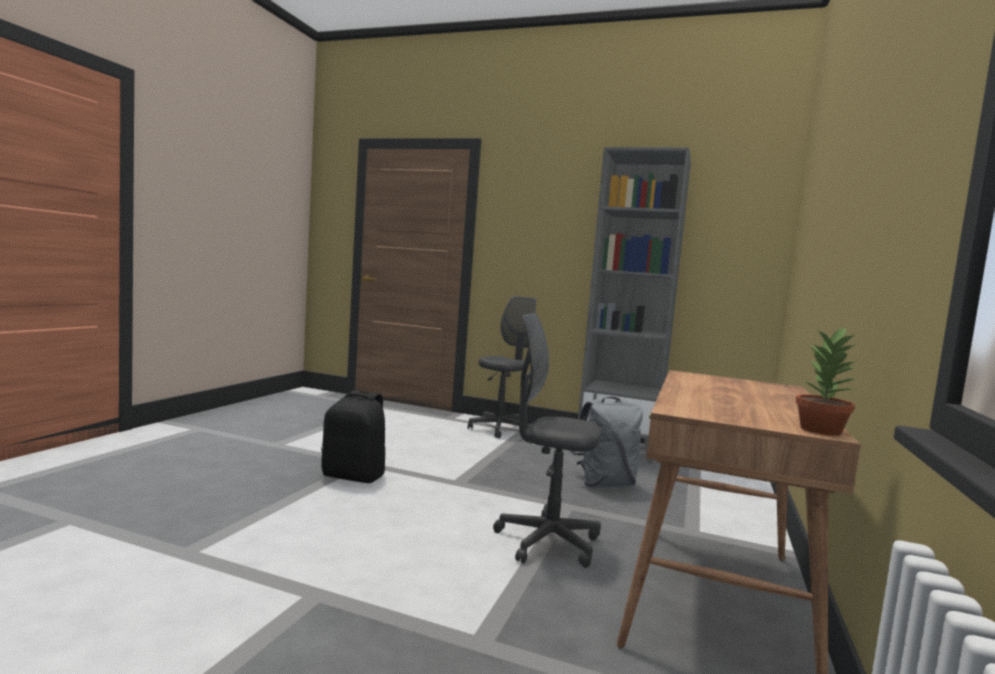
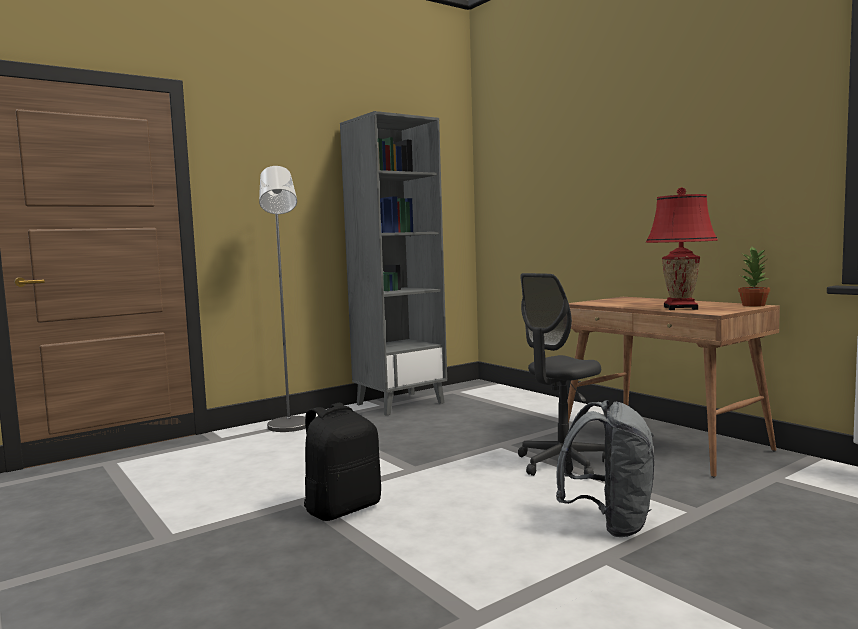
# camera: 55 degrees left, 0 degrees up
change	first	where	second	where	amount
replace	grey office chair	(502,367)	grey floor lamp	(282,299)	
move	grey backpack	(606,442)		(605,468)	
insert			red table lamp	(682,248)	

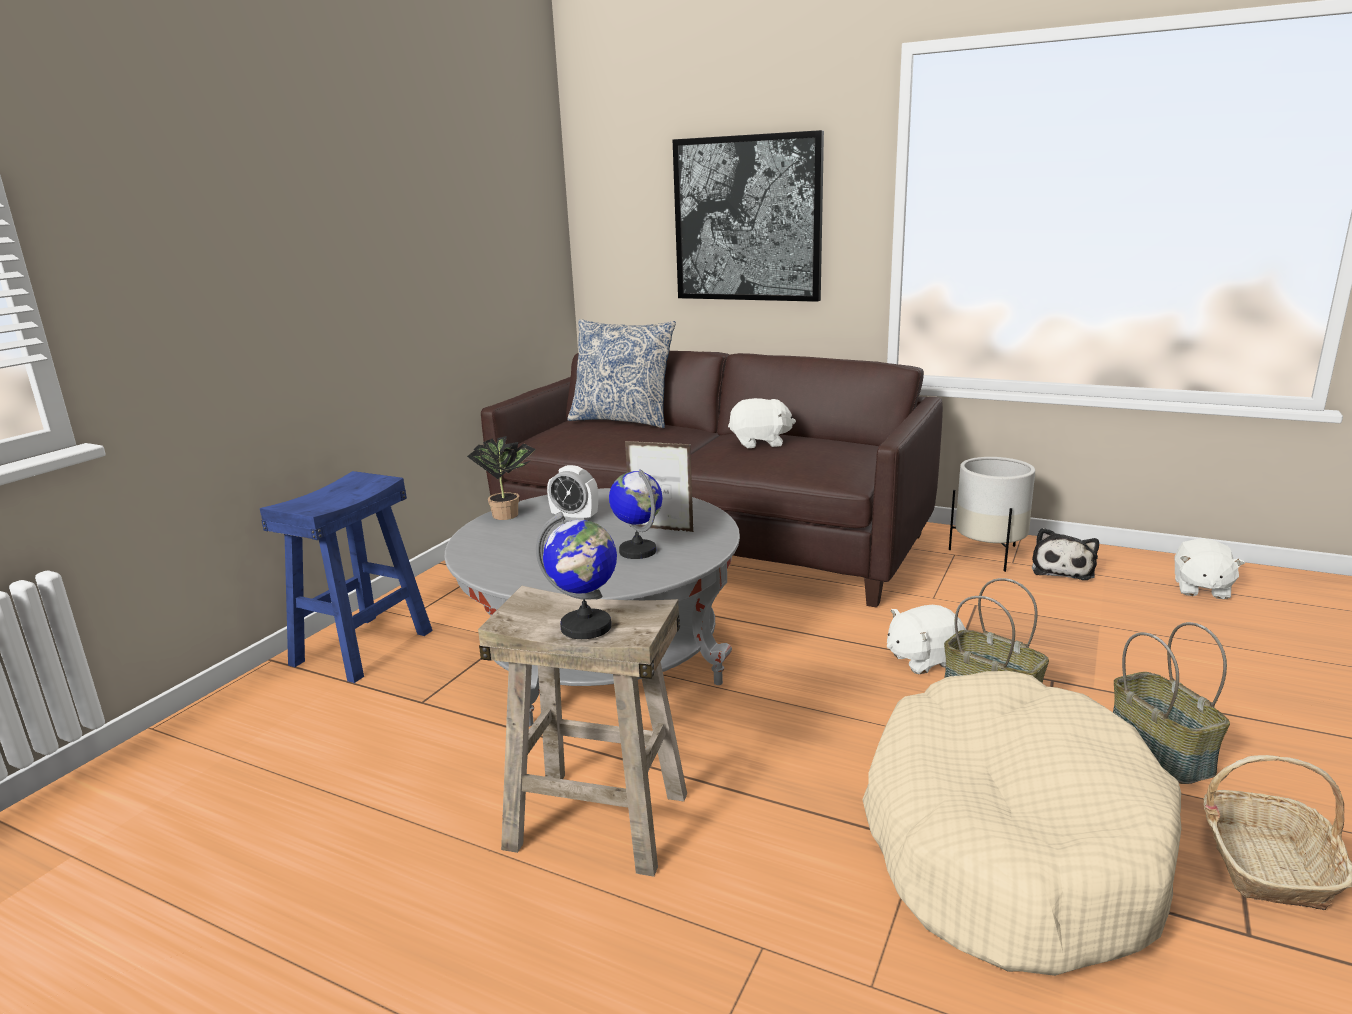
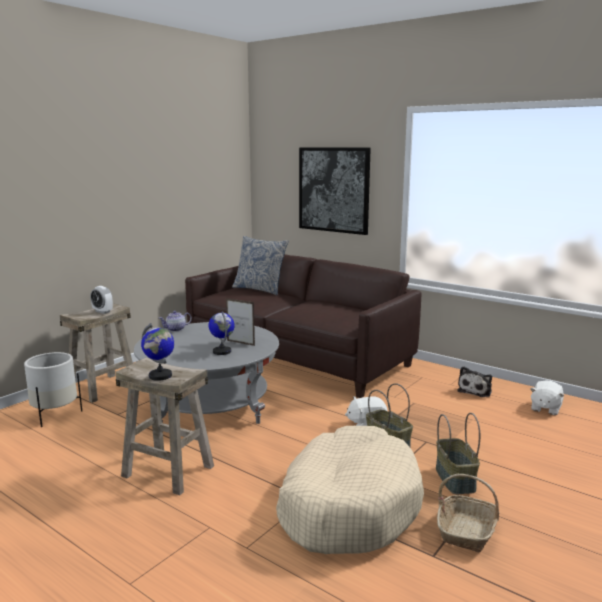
# camera: 10 degrees right, 5 degrees down
change	first	where	second	where	amount
recolor	blue stool	(346,577)	beige stool	(96,353)	
replace	potted plant	(501,478)	teapot	(175,321)	
move	alarm clock	(572,493)		(101,300)	
delete	white plush toy	(762,423)			
move	white planter	(992,514)		(53,389)	

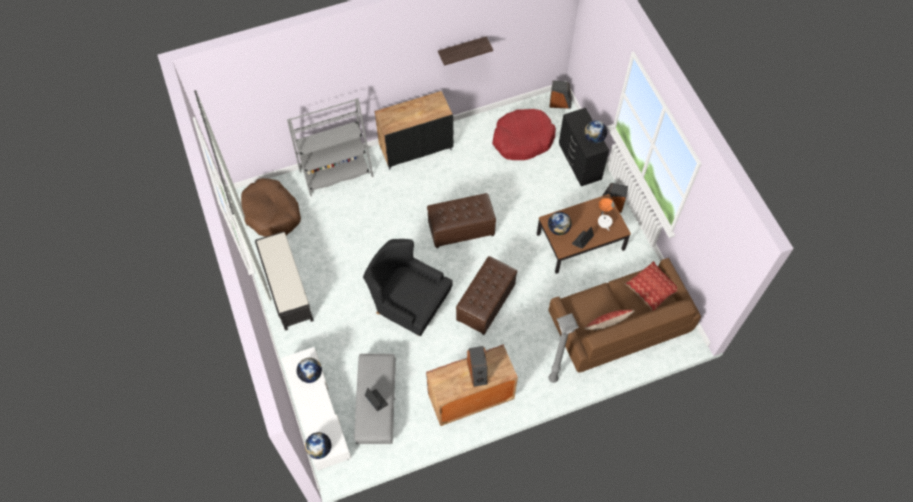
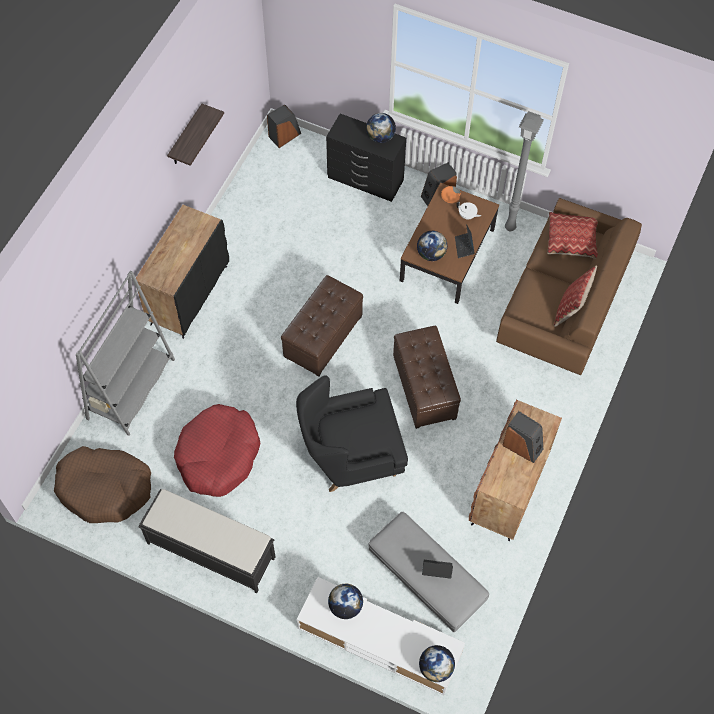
# camera: 45 degrees left, 0 degrees up
change	first	where	second	where	amount
move	red dog bed	(524,134)		(217,450)	
move	grey floor lamp	(563,348)		(524,171)	

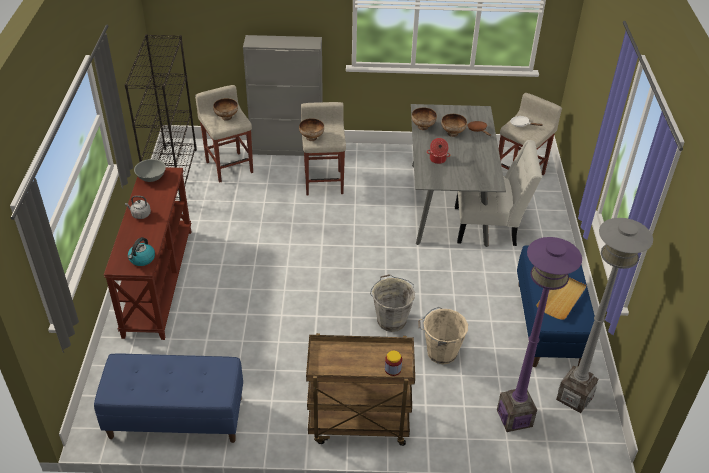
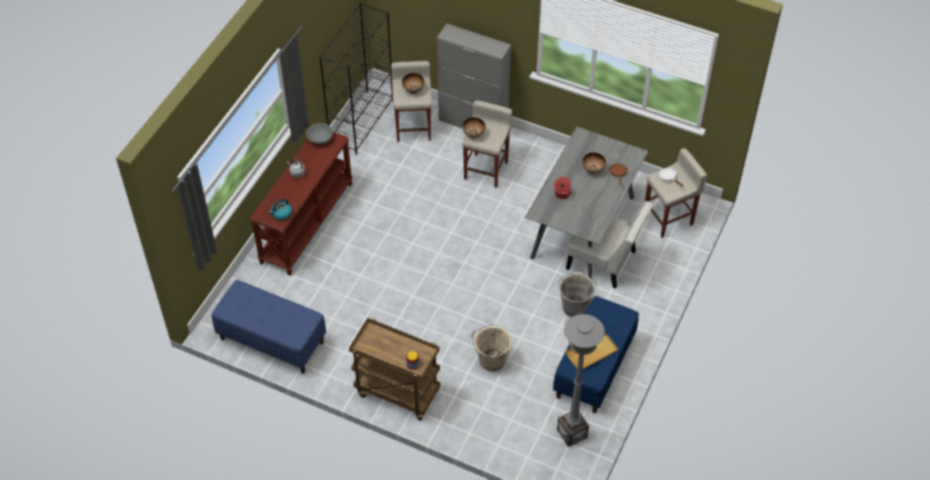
# camera: 25 degrees right, 10 degrees up
change	first	where	second	where	amount
move	grey bucket	(392,303)		(577,293)	
delete	bowl	(424,118)			
delete	purple floor lamp	(539,334)			

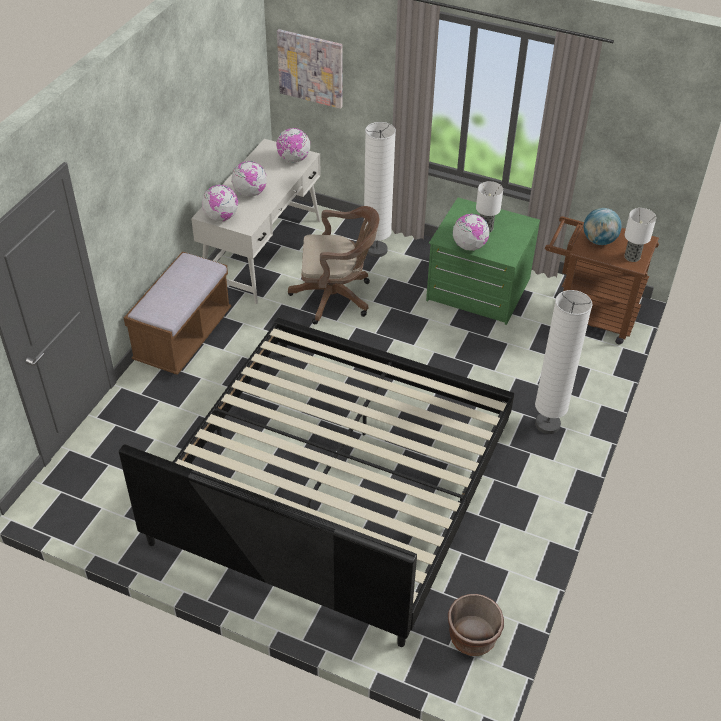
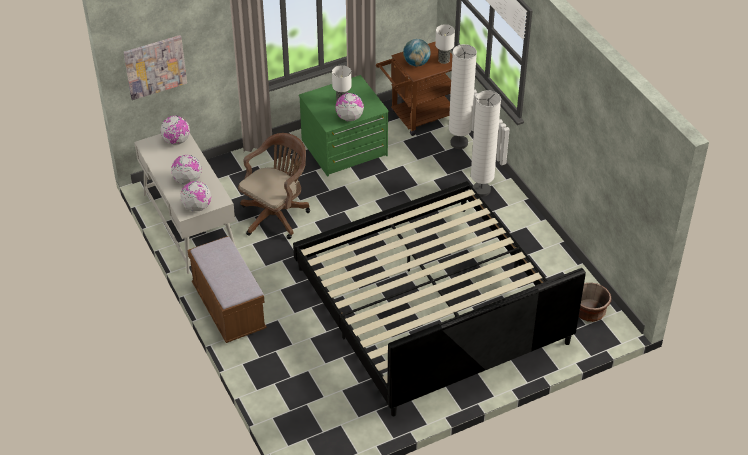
# camera: 50 degrees left, 0 degrees up
change	first	where	second	where	amount
move	white floor lamp	(380,189)		(463,96)	

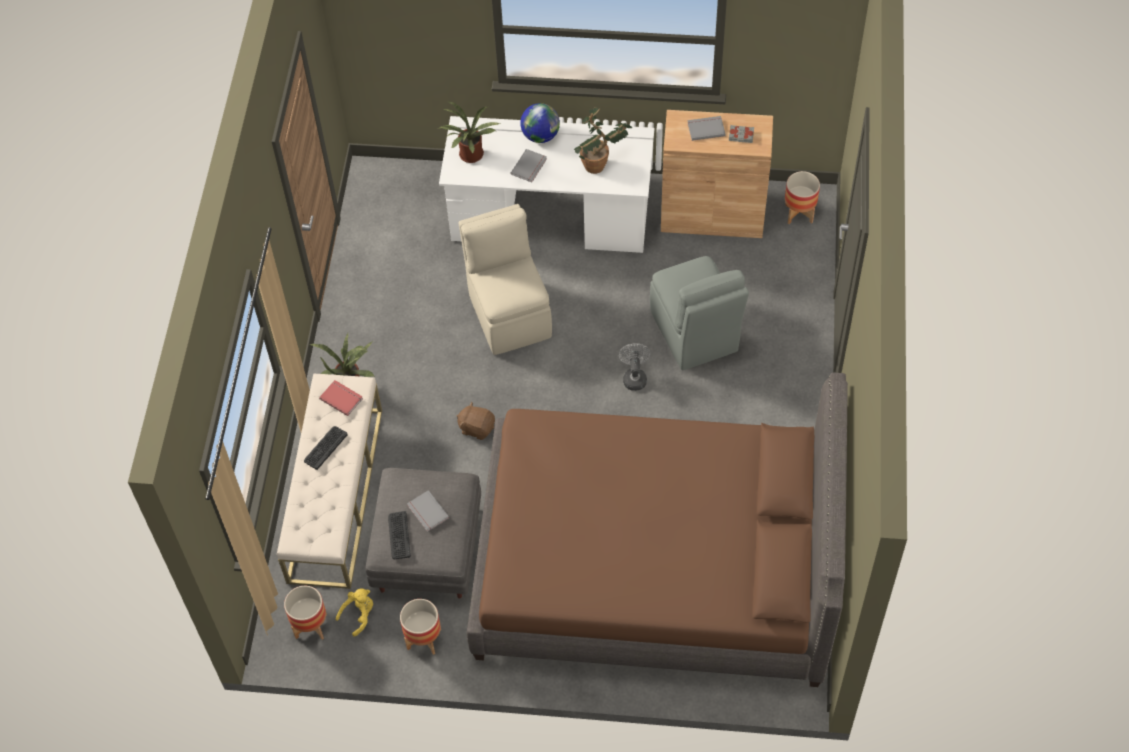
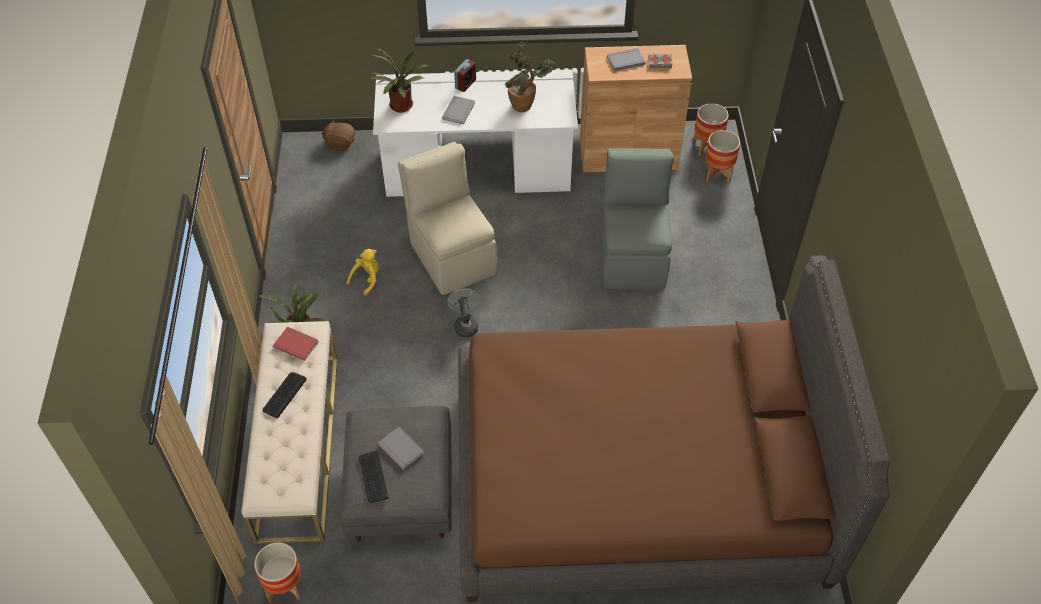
# camera: 10 degrees left, 5 degrees down
change	first	where	second	where	amount
move	yellow plush toy	(354,613)		(363,272)	
move	planter	(420,627)		(722,156)	
move	brown plush toy	(475,420)		(338,135)	
replace	globe	(540,123)	alarm clock	(465,75)	
move	grey fan	(634,367)		(463,313)	
rotate	grey chair	(699,313)		(637,219)	150 degrees counterclockwise

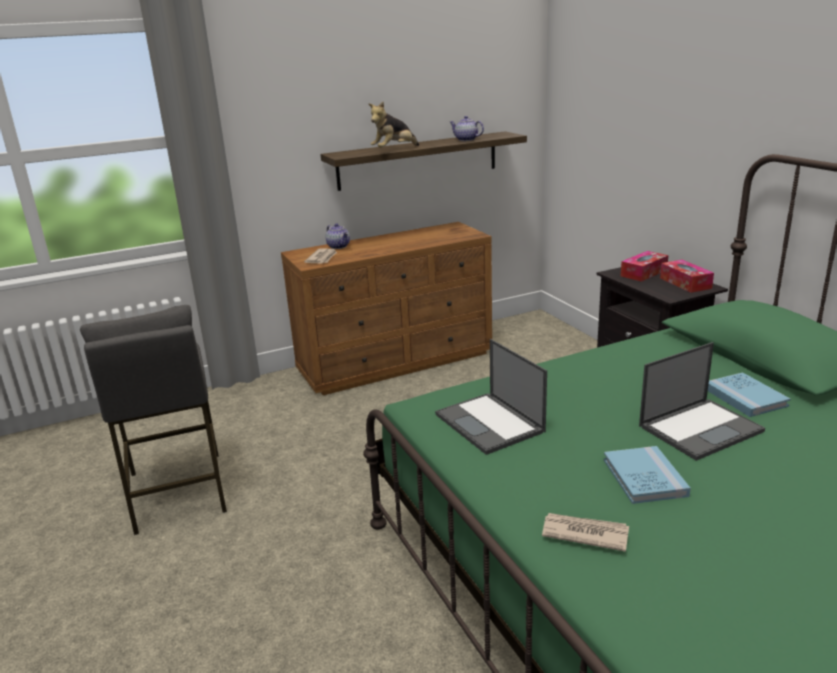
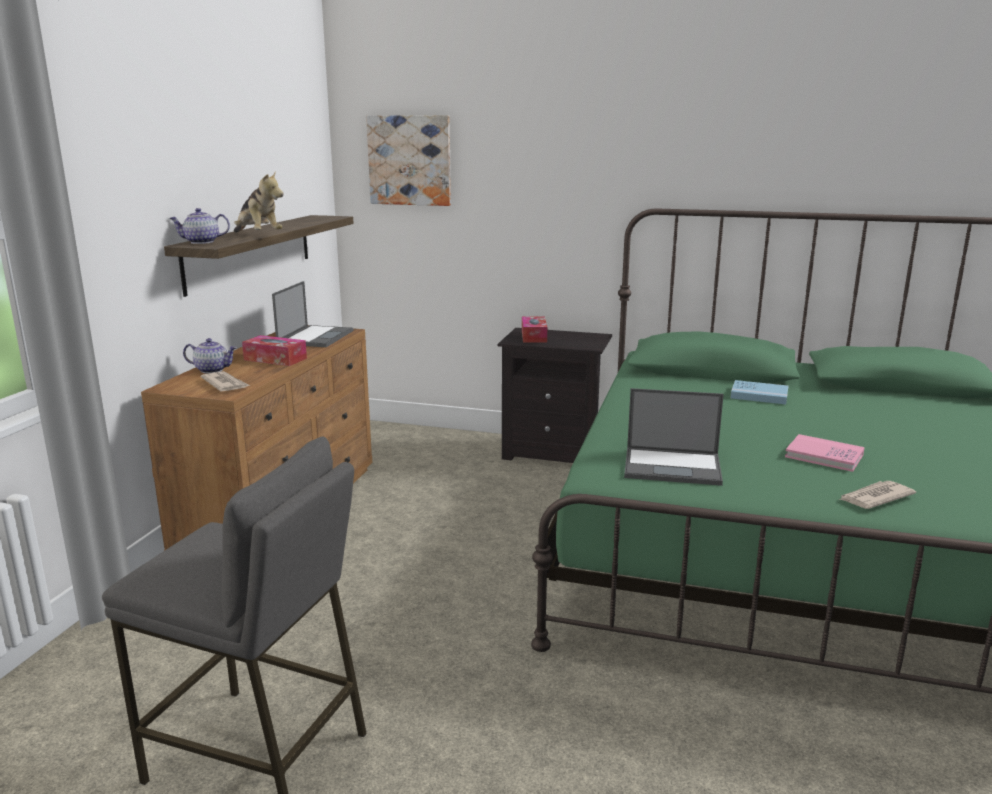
# camera: 50 degrees left, 5 degrees down
change	first	where	second	where	amount
rotate	plush toy	(393,125)		(258,202)	45 degrees counterclockwise
move	teapot	(467,128)		(199,226)	
recolor	blue book	(647,475)	pink book	(825,453)	
move	laptop	(702,401)		(312,314)	
move	tissue box	(687,276)		(274,350)	
insert			picture	(408,160)	

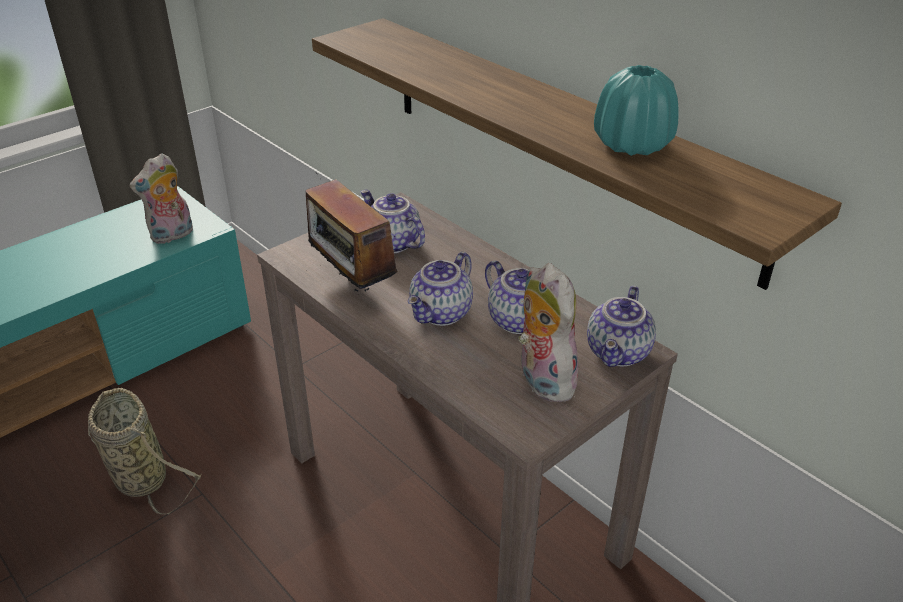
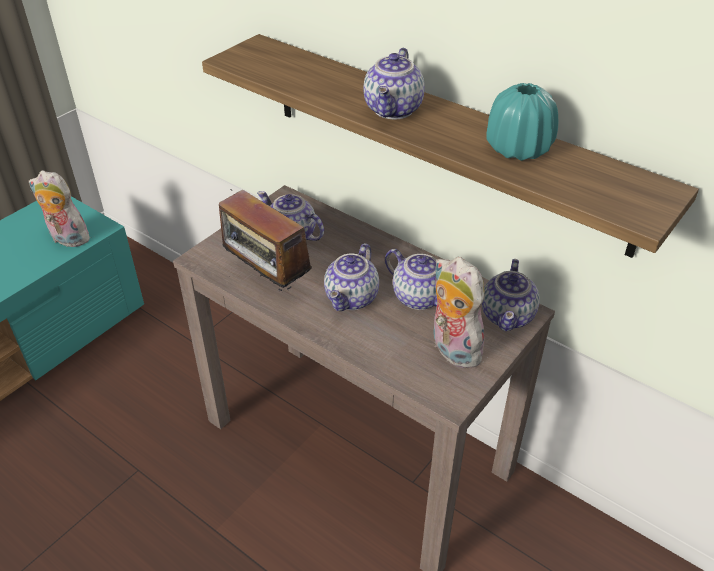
# camera: 10 degrees left, 5 degrees up
change	first	where	second	where	amount
delete	basket	(144,451)			
rotate	plush toy	(161,198)		(59,208)	75 degrees clockwise
insert			teapot	(394,83)	

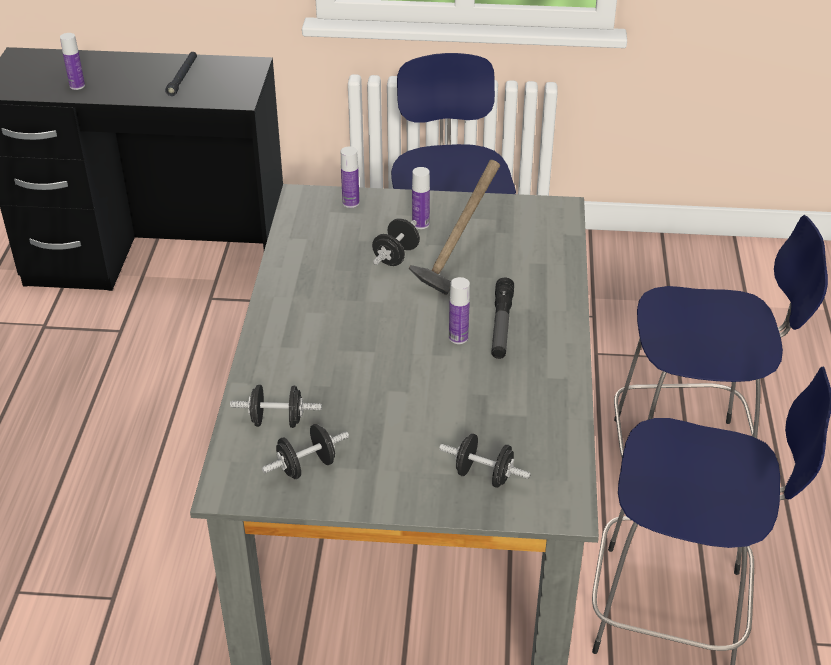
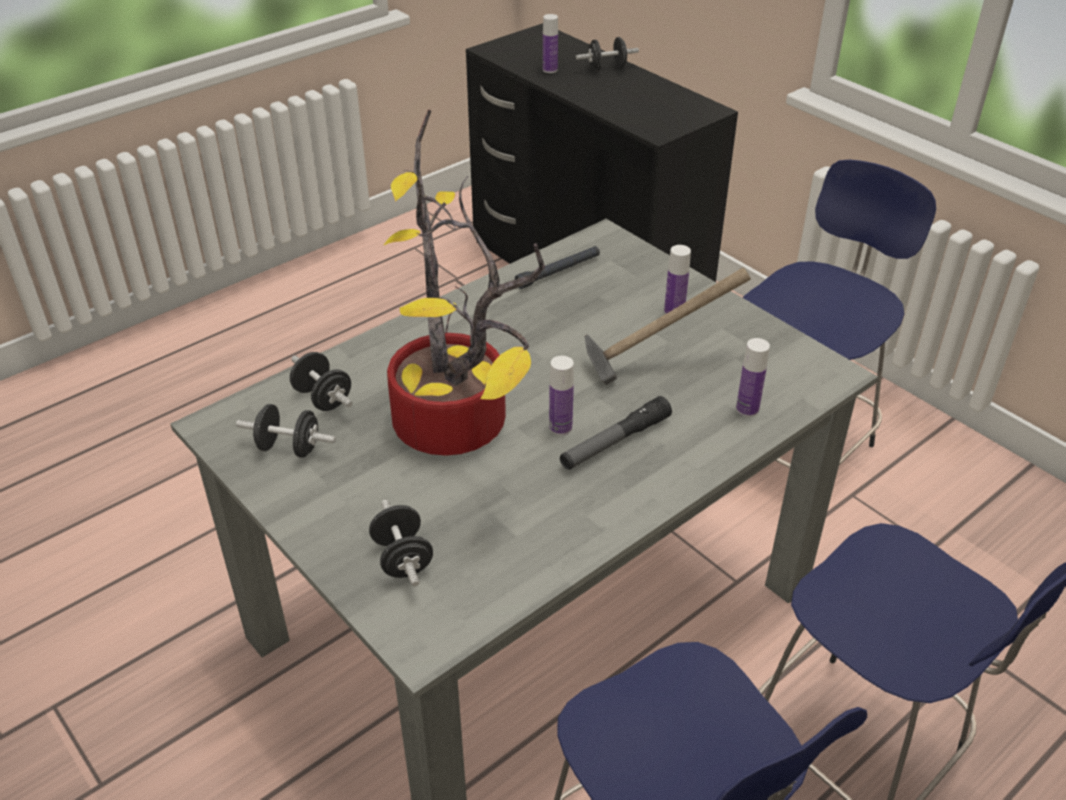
# camera: 45 degrees right, 0 degrees up
change	first	where	second	where	amount
move	black flashlight	(181,74)		(557,267)	
move	bottle	(350,177)		(753,377)	
move	black dumbbell	(396,242)		(607,54)	
insert			potted plant	(464,283)	

